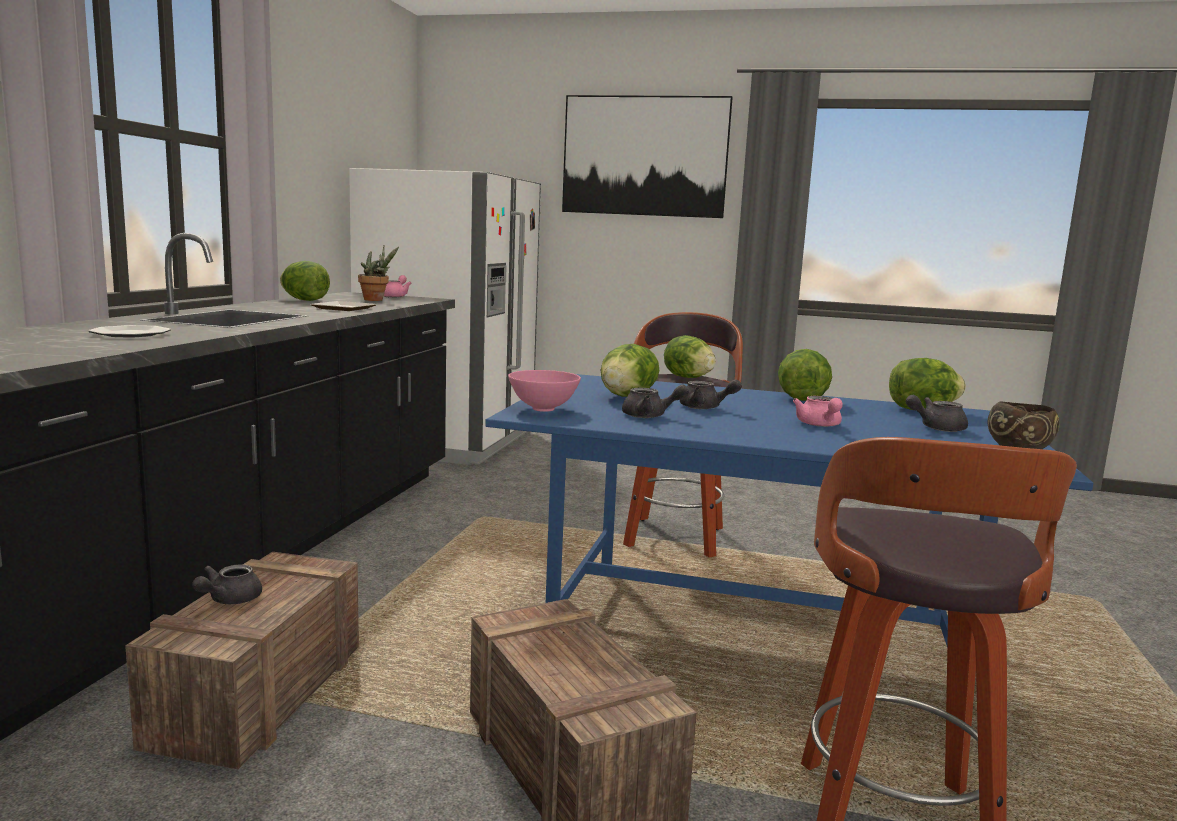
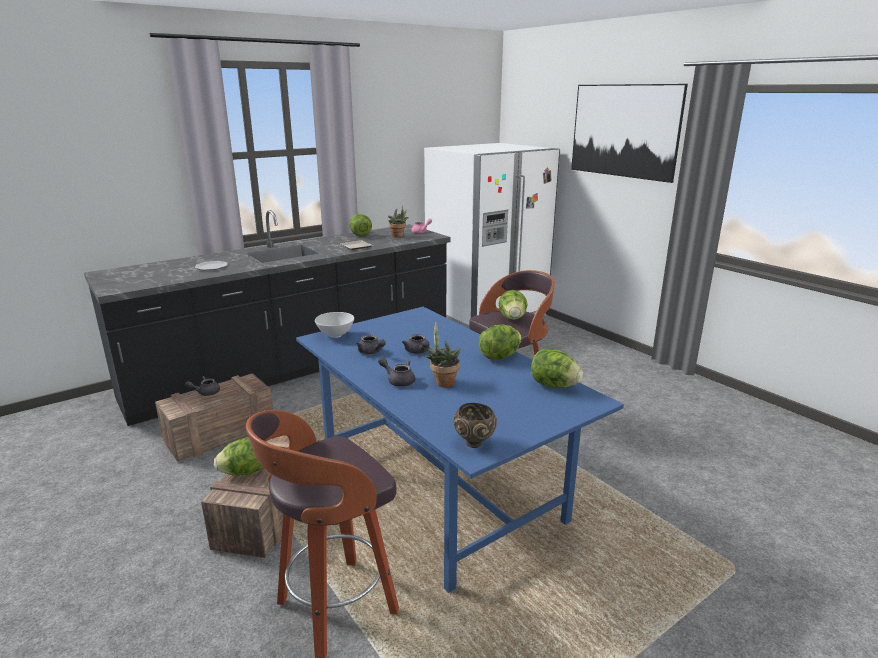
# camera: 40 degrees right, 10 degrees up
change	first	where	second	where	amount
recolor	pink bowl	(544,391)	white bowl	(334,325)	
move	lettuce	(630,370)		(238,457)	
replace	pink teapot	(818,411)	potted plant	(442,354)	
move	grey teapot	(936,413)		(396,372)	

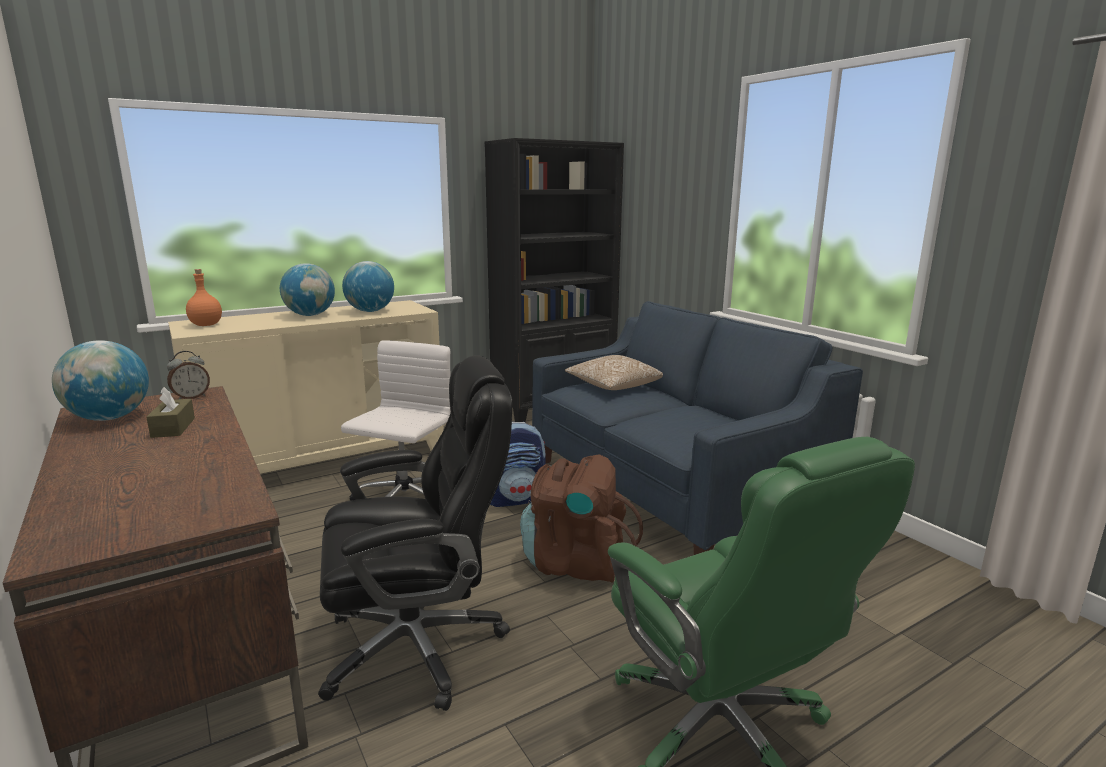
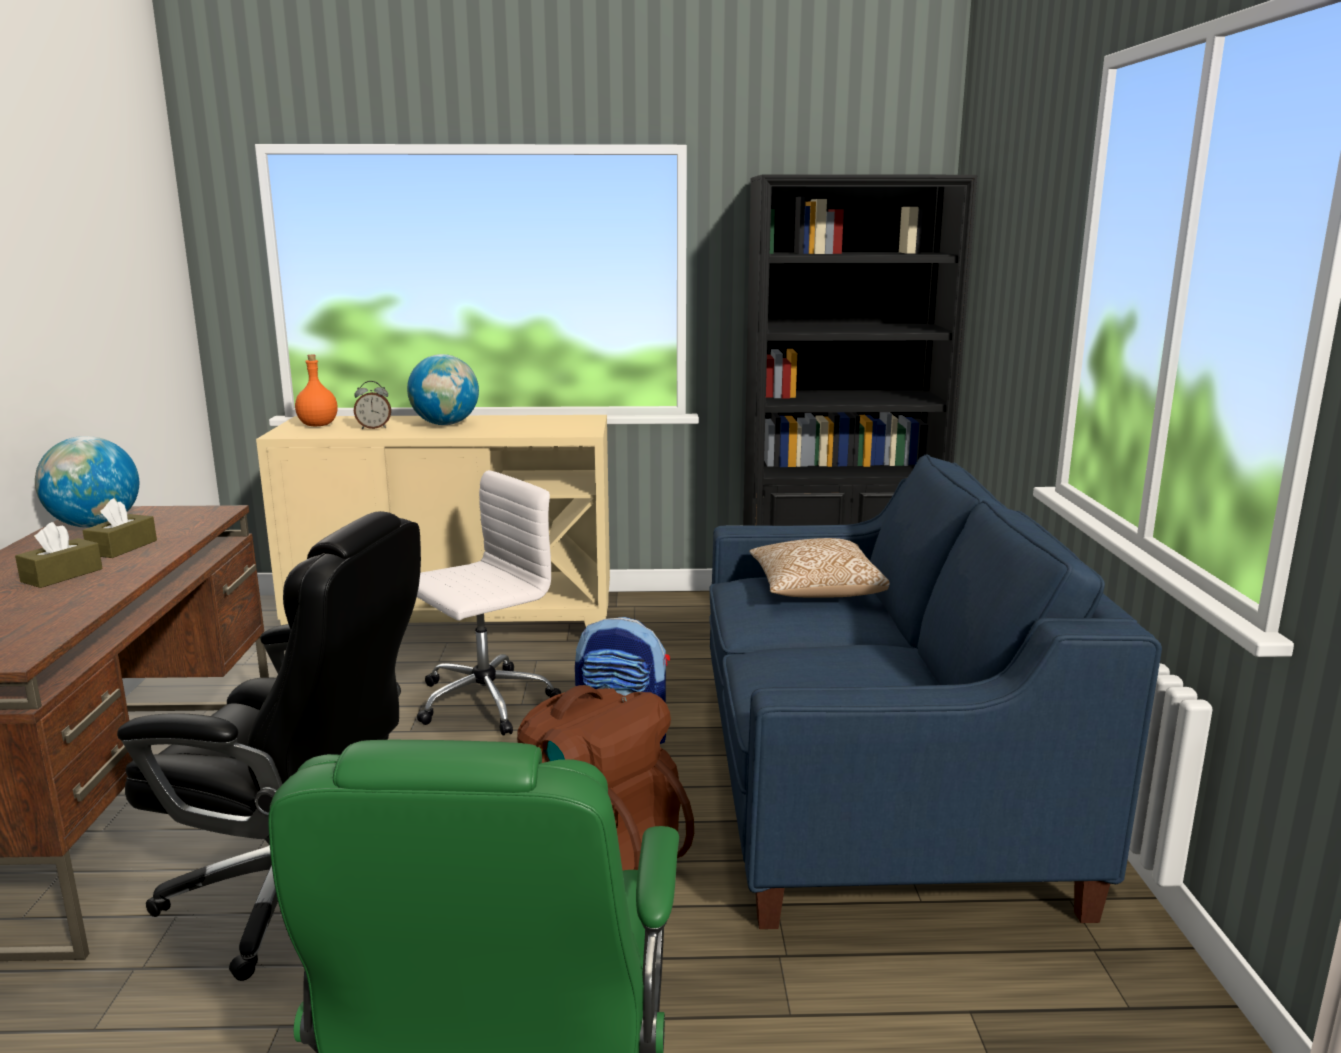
# camera: 30 degrees right, 0 degrees up
change	first	where	second	where	amount
move	alarm clock	(188,375)		(372,405)	
delete	globe	(368,286)			
insert			brown tissue box	(59,555)	

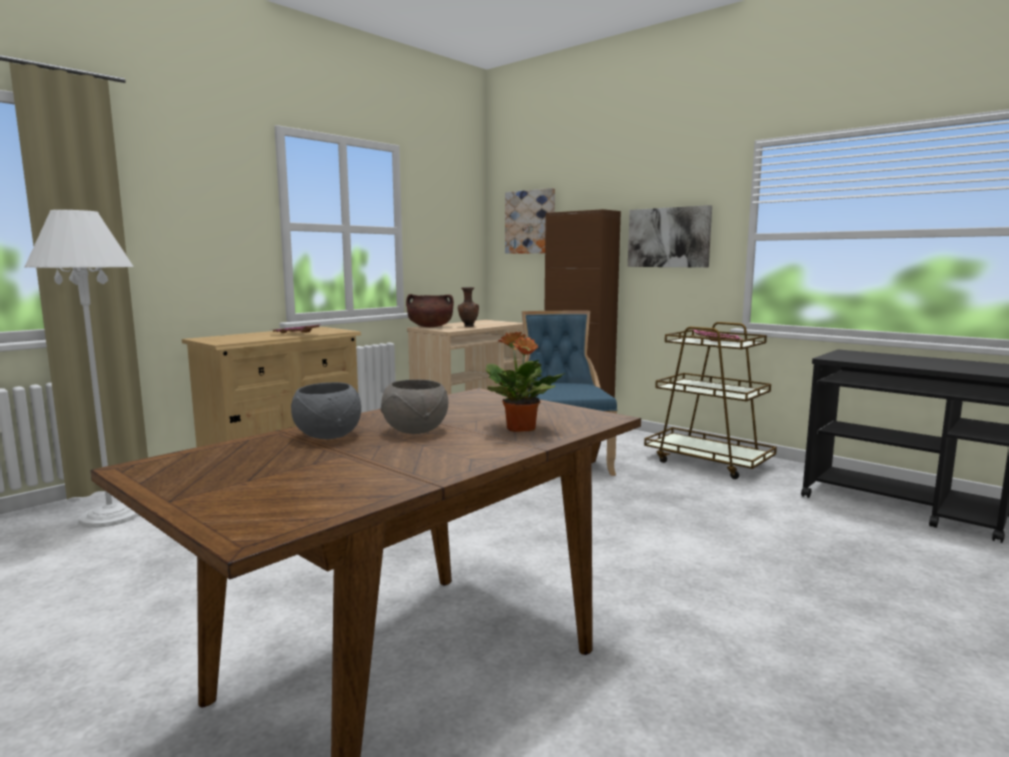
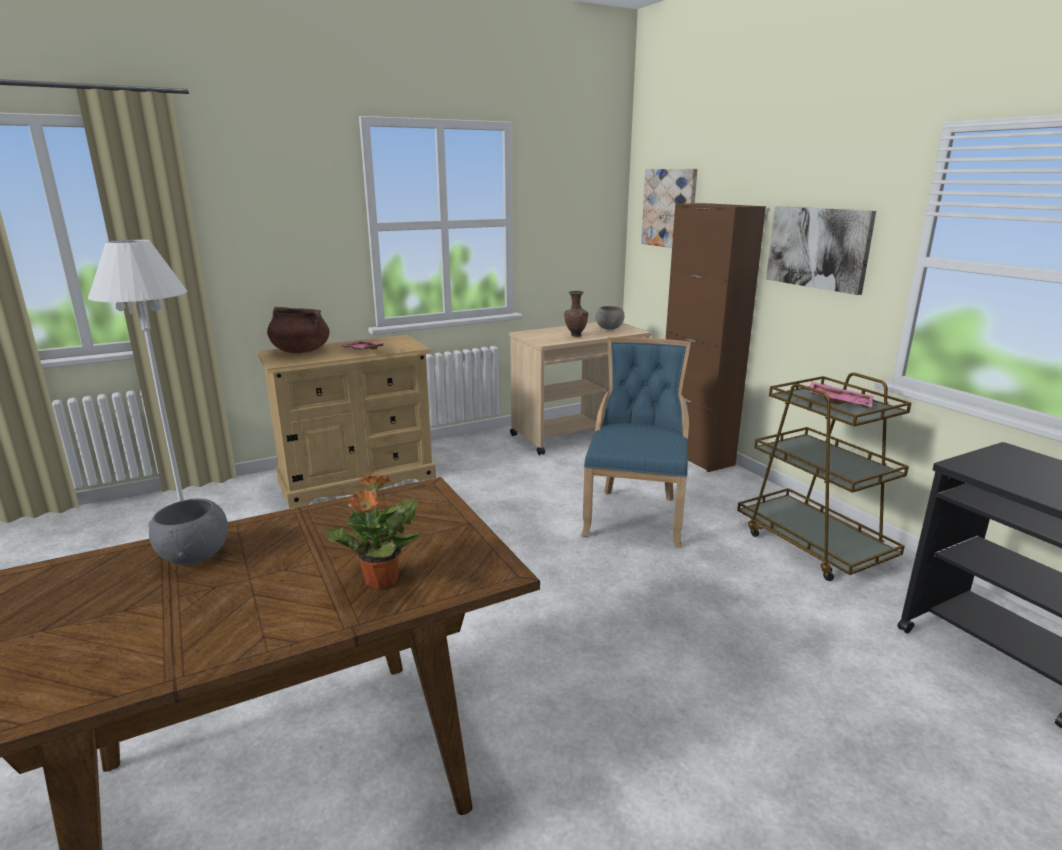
# camera: 20 degrees right, 10 degrees up
change	first	where	second	where	amount
move	grey bowl	(414,406)		(609,318)	
move	brown cooking pot	(430,310)		(298,330)	

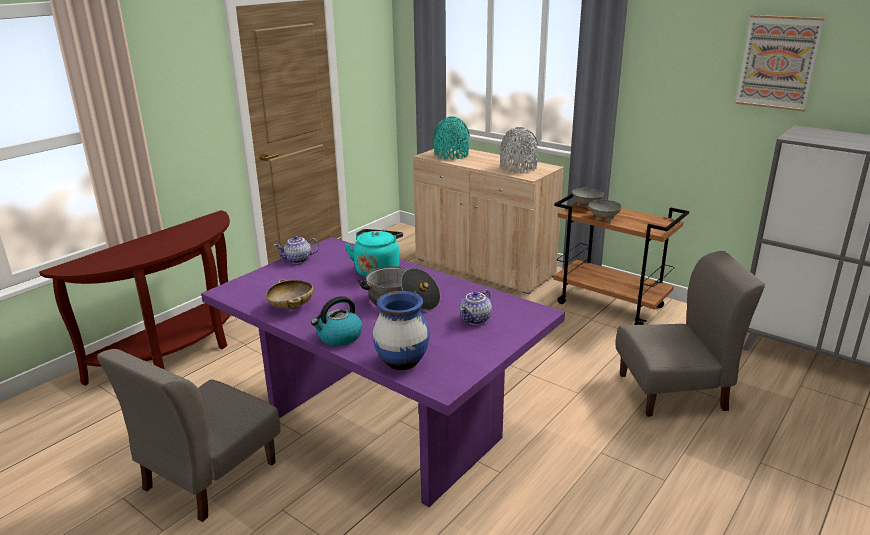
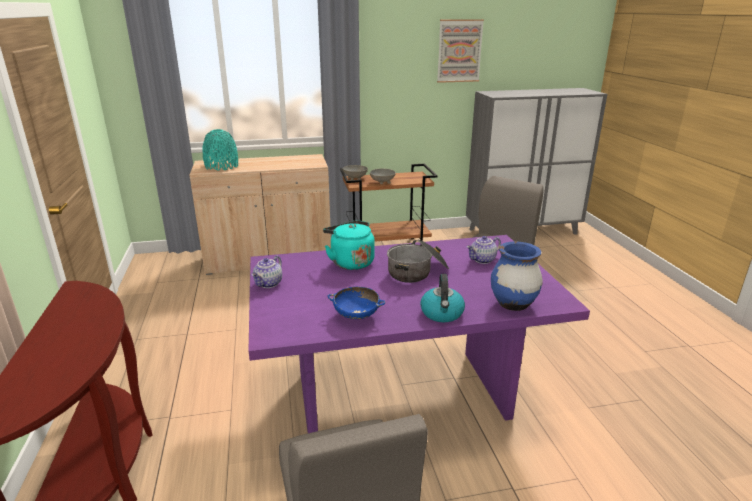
# camera: 50 degrees left, 0 degrees up
change	first	where	second	where	amount
recolor	beige bowl	(289,294)	blue bowl	(357,303)	
rotate	teapot	(476,307)		(484,250)	75 degrees clockwise
delete	grey vase	(519,150)			

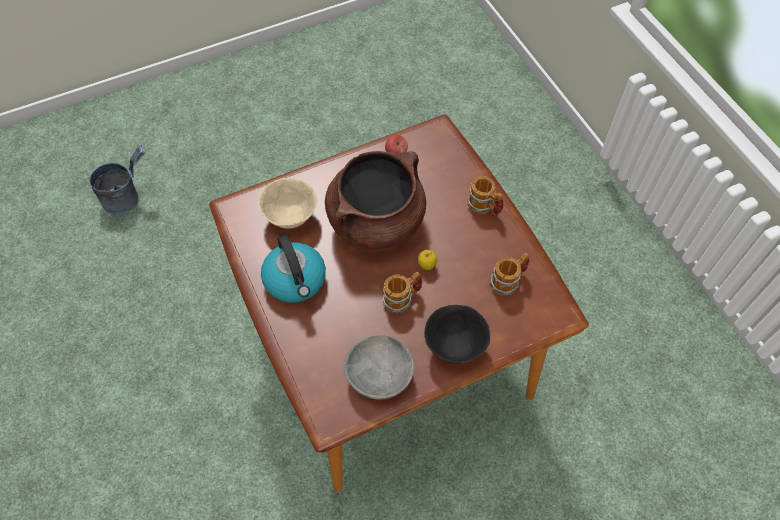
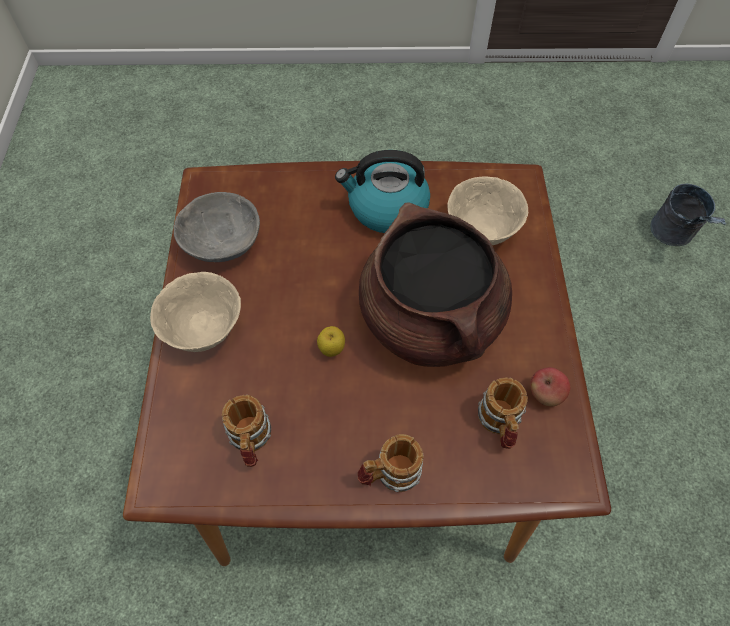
# camera: 115 degrees right, 0 degrees up
change	first	where	second	where	amount
move	mug	(402,292)		(503,413)	
recolor	black bowl	(457,334)	beige bowl	(195,312)	

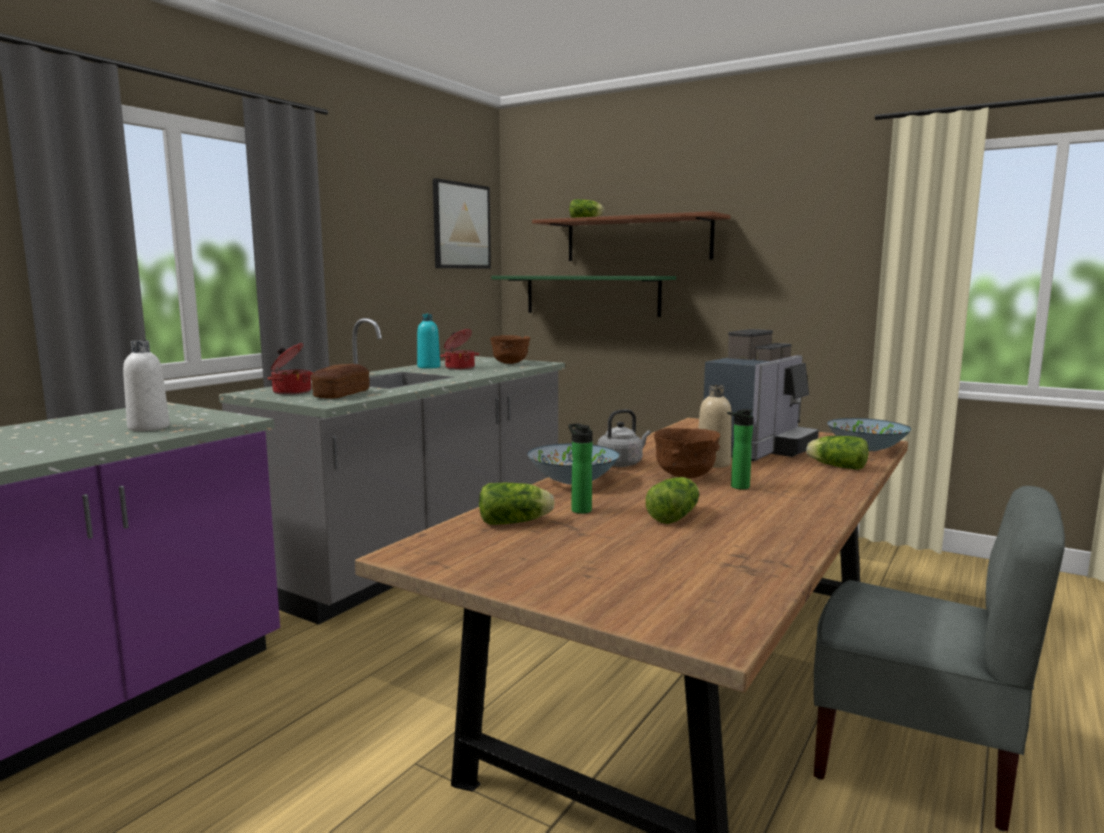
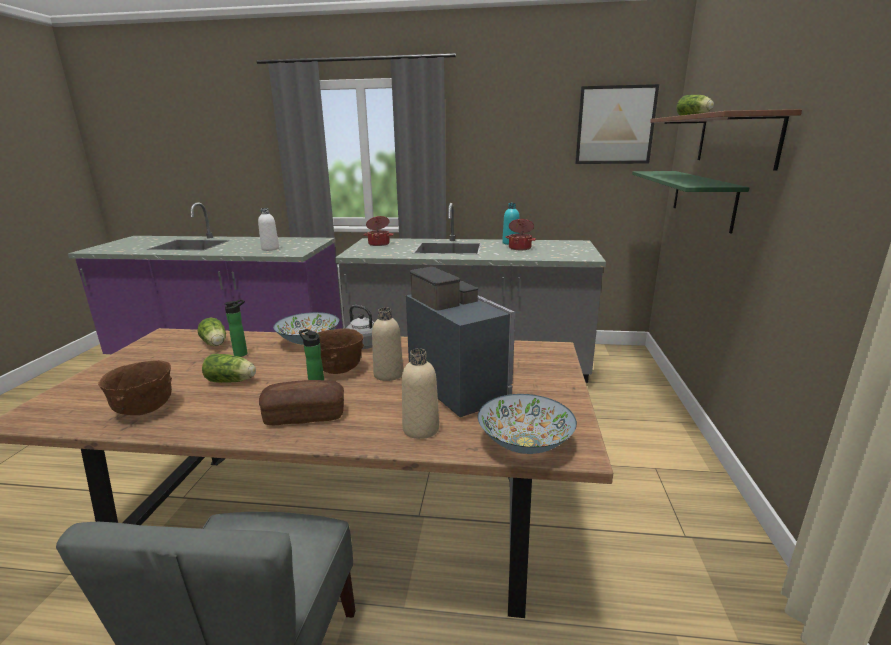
# camera: 65 degrees right, 10 degrees up
change	first	where	second	where	amount
move	bread	(340,381)		(301,402)	
move	brown bowl	(510,349)		(135,387)	
rotate	coffee machine	(761,395)		(460,342)	135 degrees counterclockwise
replace	lettuce	(837,453)	beige bottle	(420,393)	

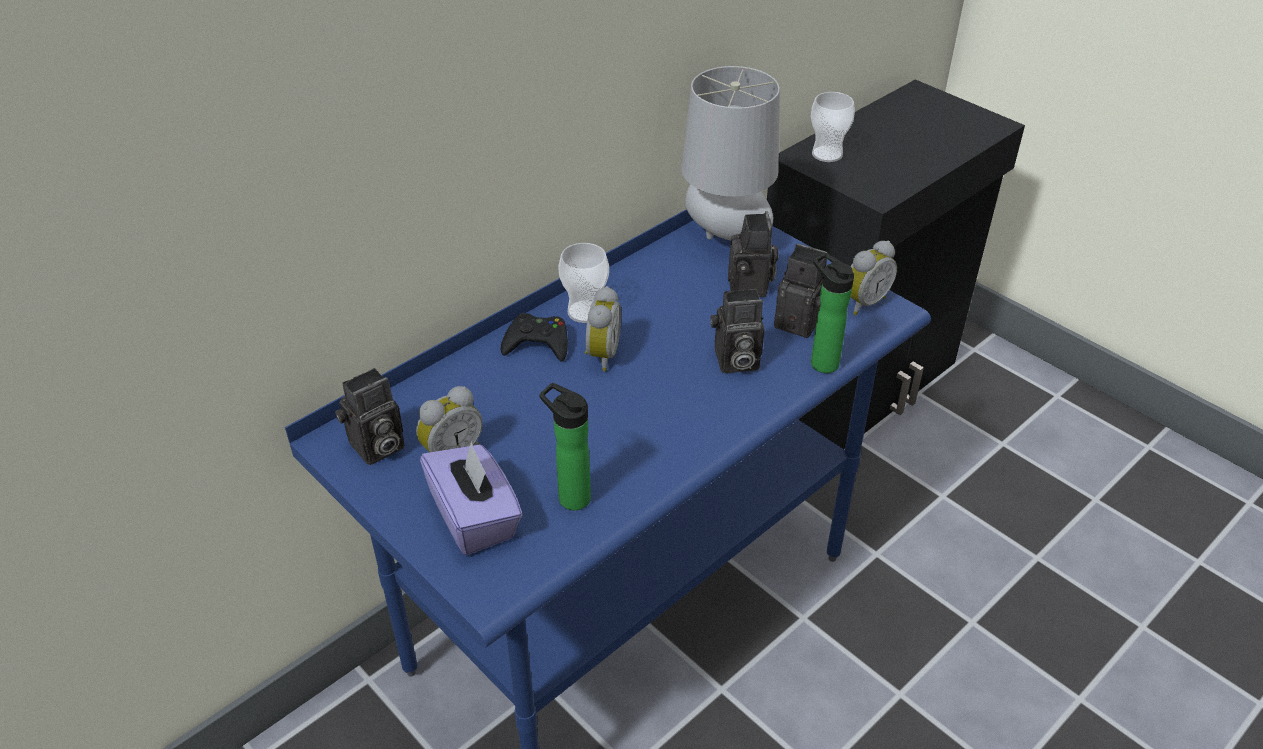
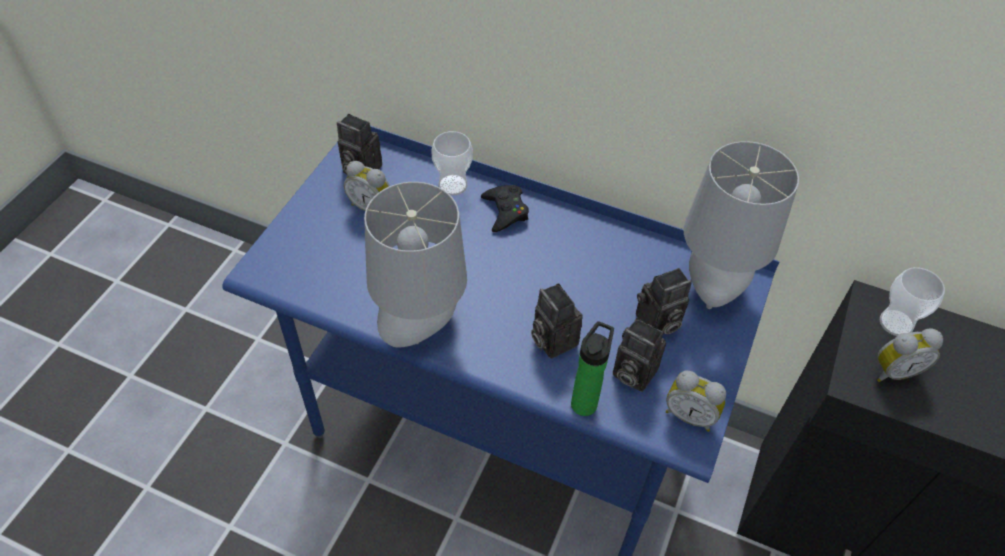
# camera: 65 degrees right, 10 degrees up
change	first	where	second	where	amount
delete	purple tissue box	(471,498)			
delete	bottle	(565,446)			
move	cup	(583,283)		(452,163)	
move	alarm clock	(603,328)		(910,355)	
rotate	photo camera	(801,291)		(639,355)	120 degrees clockwise
insert			grey table lamp	(415,265)	

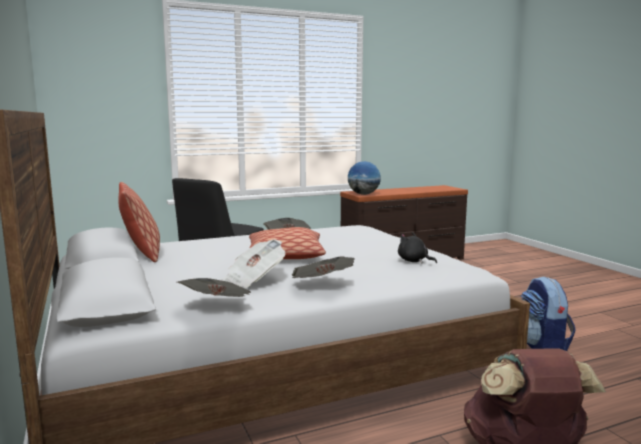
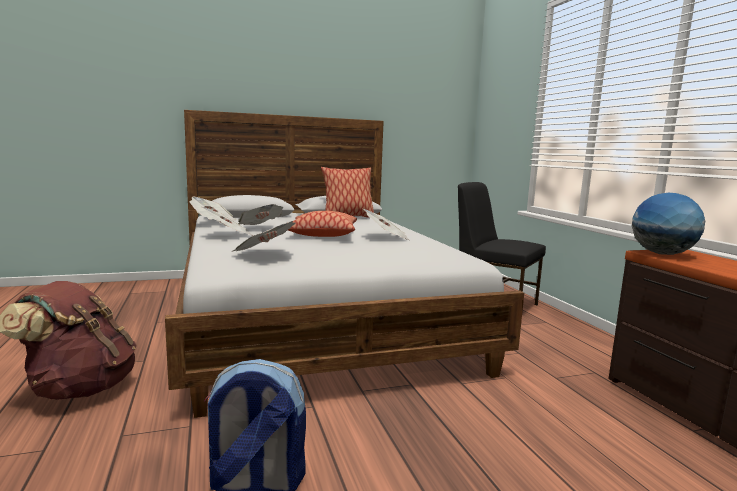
# camera: 95 degrees right, 0 degrees up
change	first	where	second	where	amount
replace	black plush toy	(417,247)	newspaper	(264,236)	

